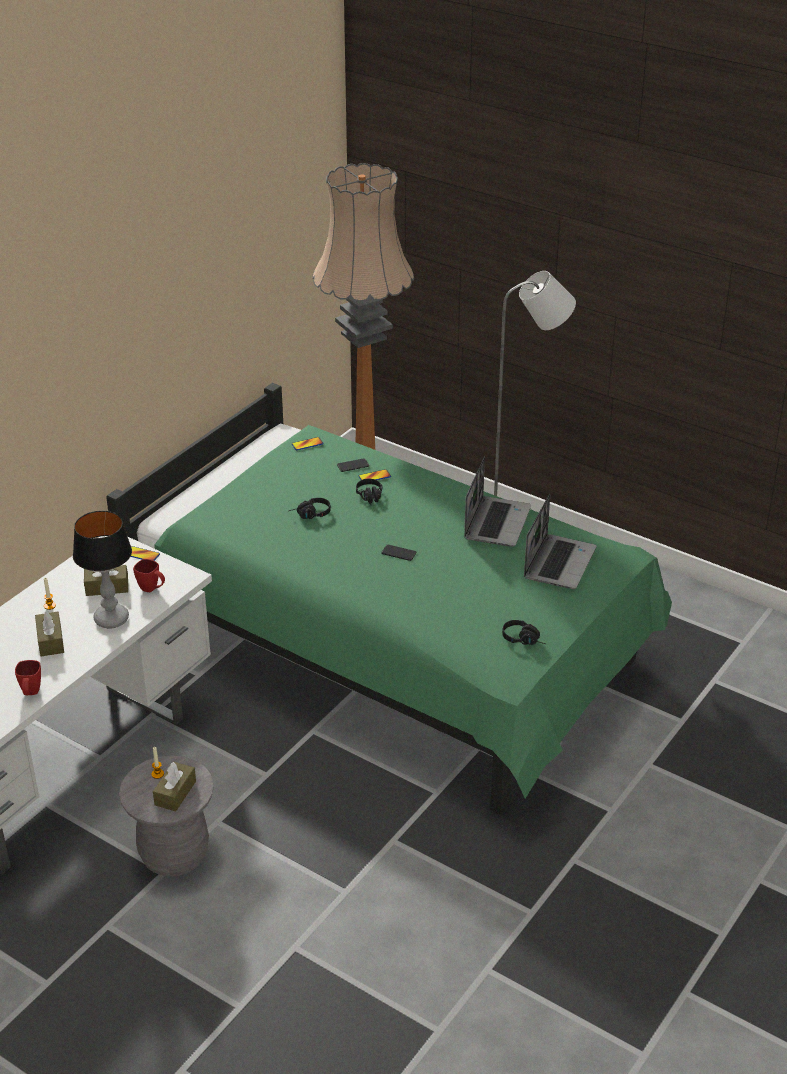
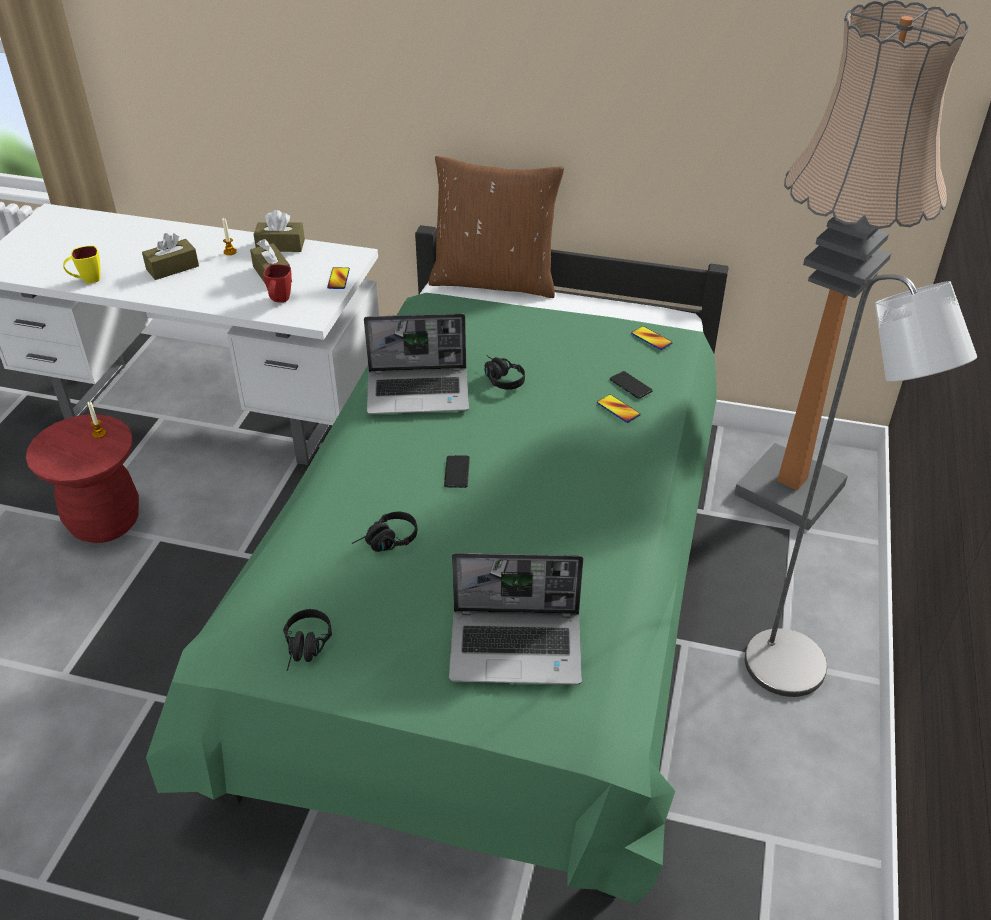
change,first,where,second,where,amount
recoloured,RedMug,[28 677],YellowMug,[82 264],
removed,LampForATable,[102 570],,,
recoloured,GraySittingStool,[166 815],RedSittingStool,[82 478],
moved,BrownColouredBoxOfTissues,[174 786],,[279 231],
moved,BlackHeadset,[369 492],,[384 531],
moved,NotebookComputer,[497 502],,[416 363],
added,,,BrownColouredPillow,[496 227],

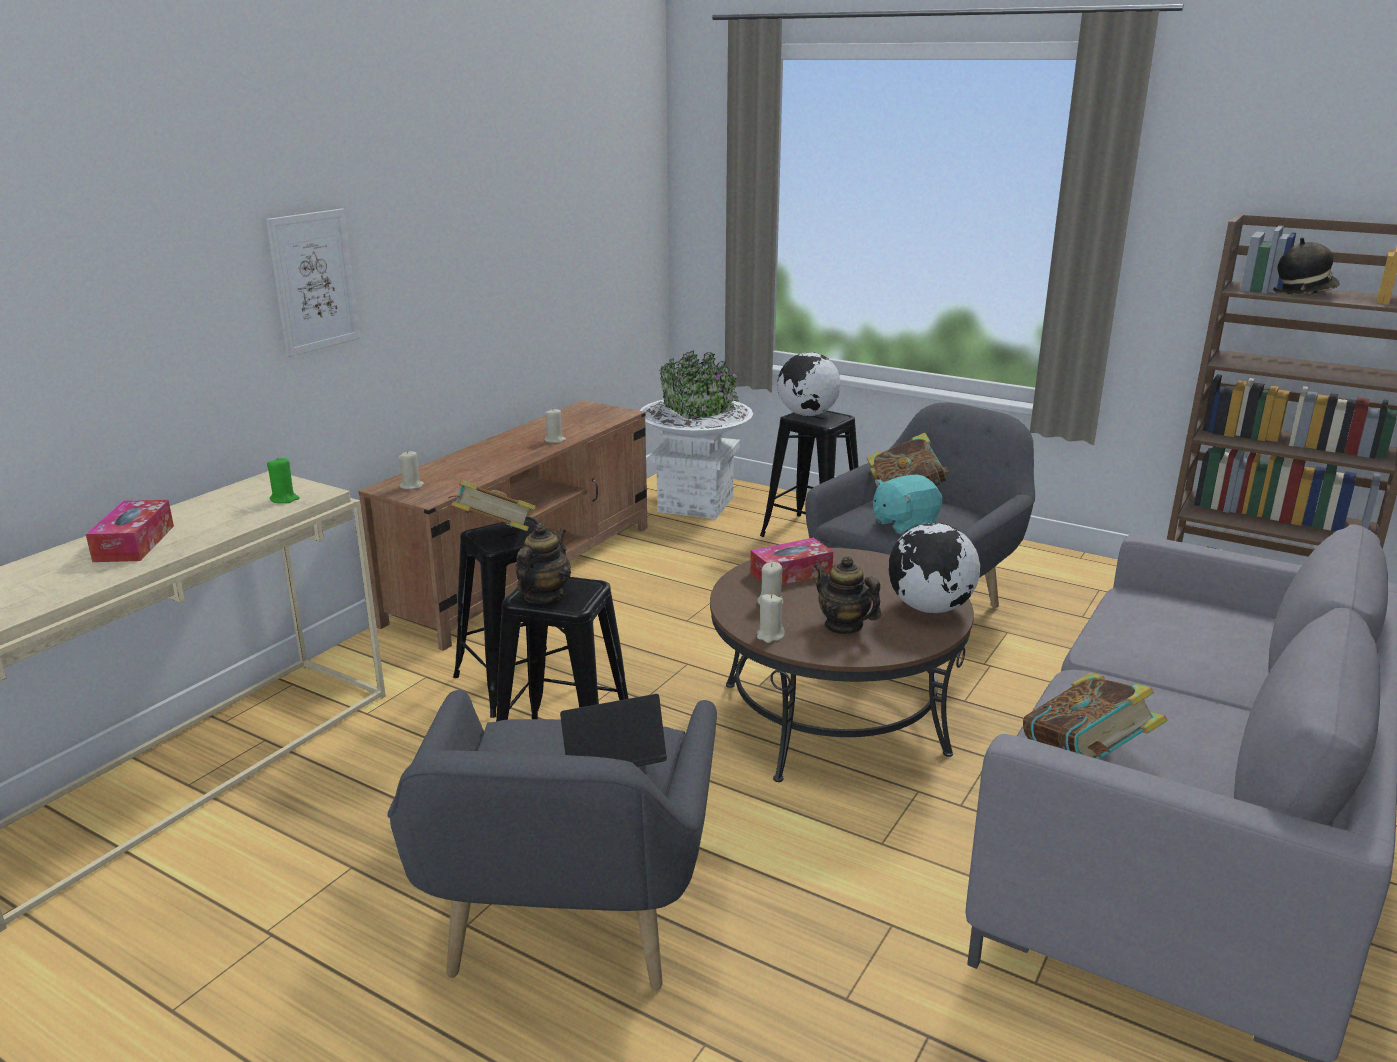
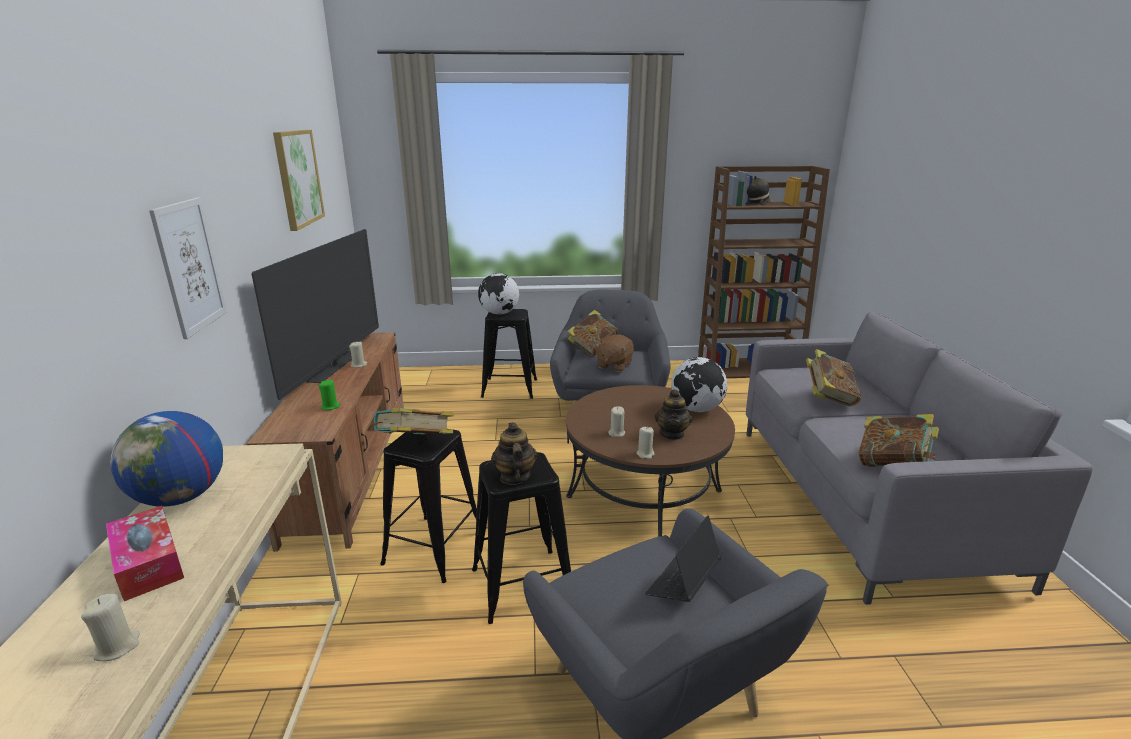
change,first,where,second,where,amount
moved,GreenColouredWaxCandle,[283 480],,[329 395],
moved,BeigeColouredWaxCandle,[411 470],,[110 627],
removed,WhitishPlanter,[696 434],,,
removed,BoxOfTissues,[791 561],,,
turned,TeaPot,[847 595],,[673 415],90 degrees counterclockwise
recoloured,TurquoiseSoftToy,[908 504],BrownColouredSoftToy,[614 353],
added,,,DeskGlobe,[166 459],
added,,,Tv,[315 314],
added,,,WallPicture,[299 180],
added,,,Book,[833 377],

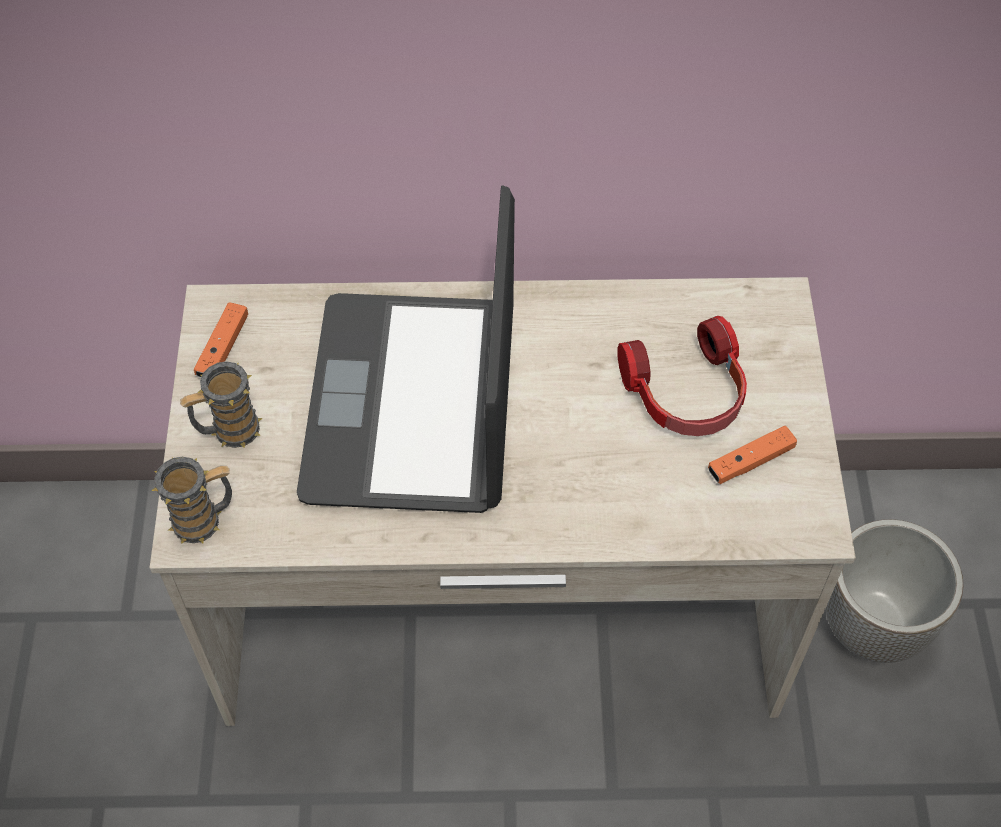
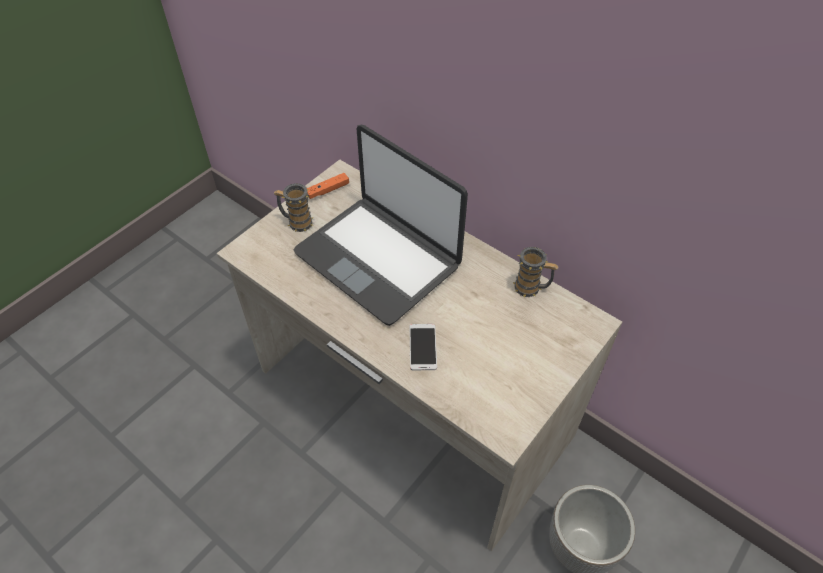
change,first,where,second,where,amount
moved,Mug,[192 500],,[535 272],
turned,NotebookComputer,[406 349],,[380 225],90 degrees counterclockwise
removed,Headset,[682 376],,,
removed,OrangeColouredGameController,[752 455],,,
added,,,Phone,[423 347],

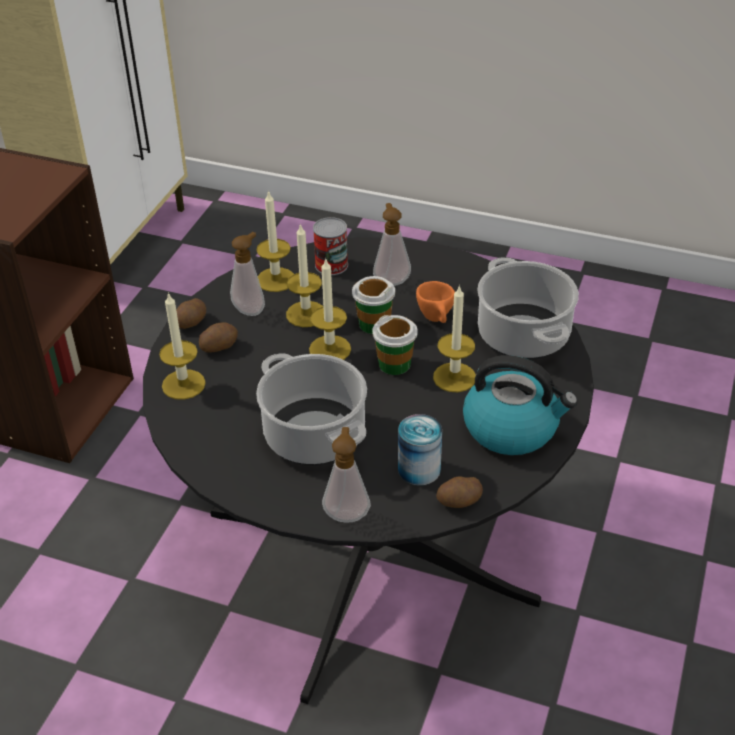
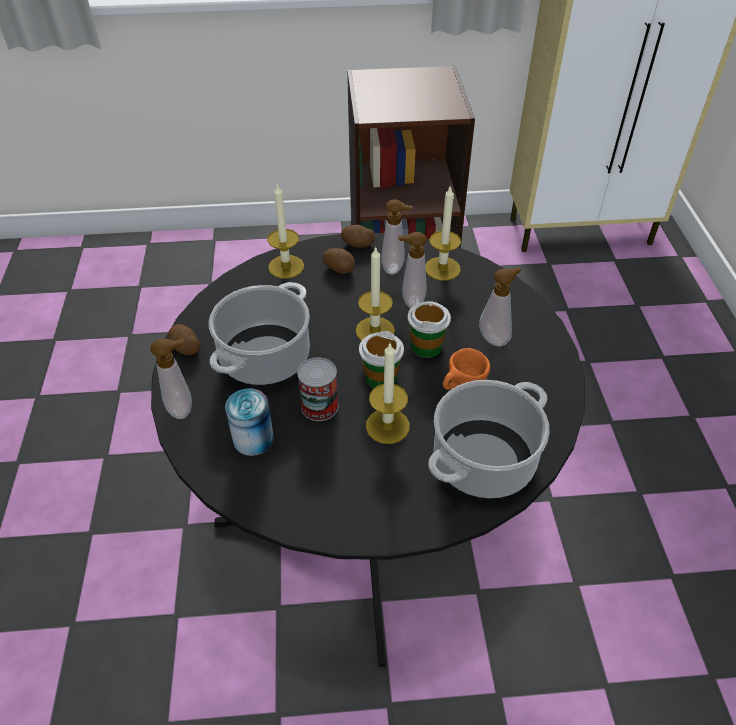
change,first,where,second,where,amount
replaced,WaxCandle,[304 275],SoapBottle,[412 270],
moved,MetalCan,[330 246],,[318 389],
moved,Spud,[459 492],,[184 339],
removed,WaterKettle,[520 405],,,

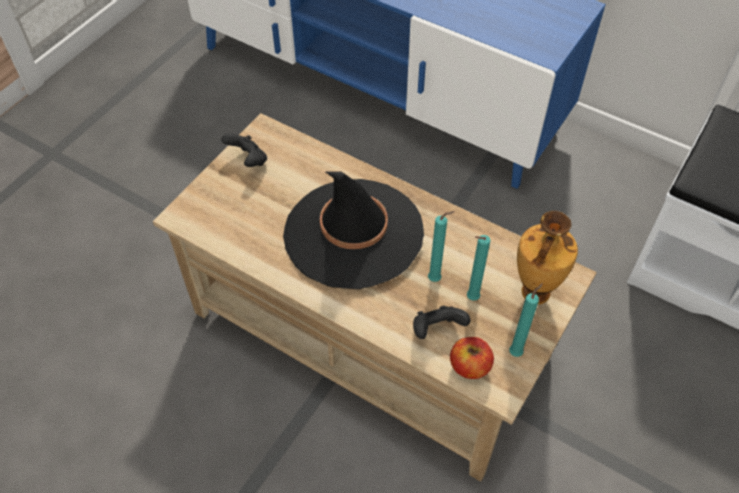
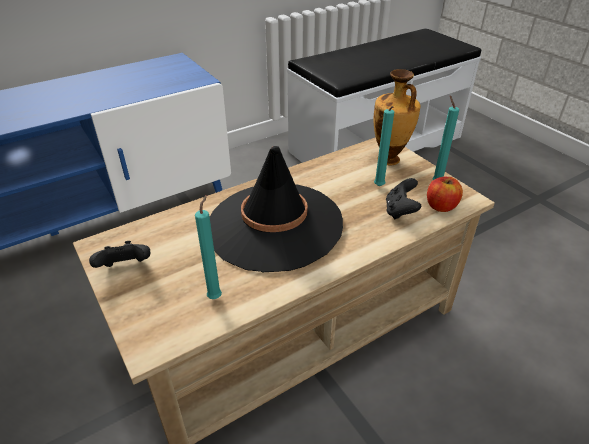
change,first,where,second,where,amount
moved,TurquoiseWaxCandle,[441 246],,[208 247],

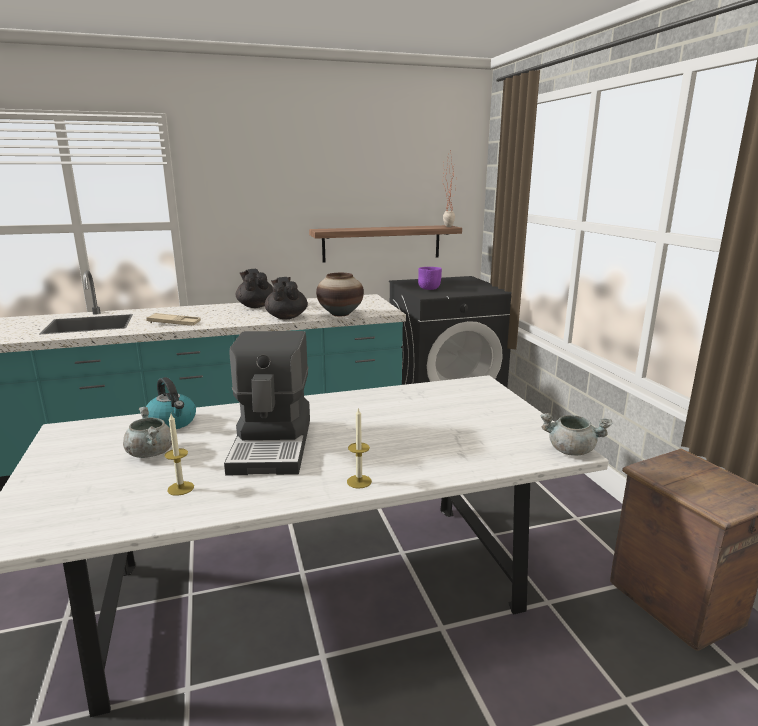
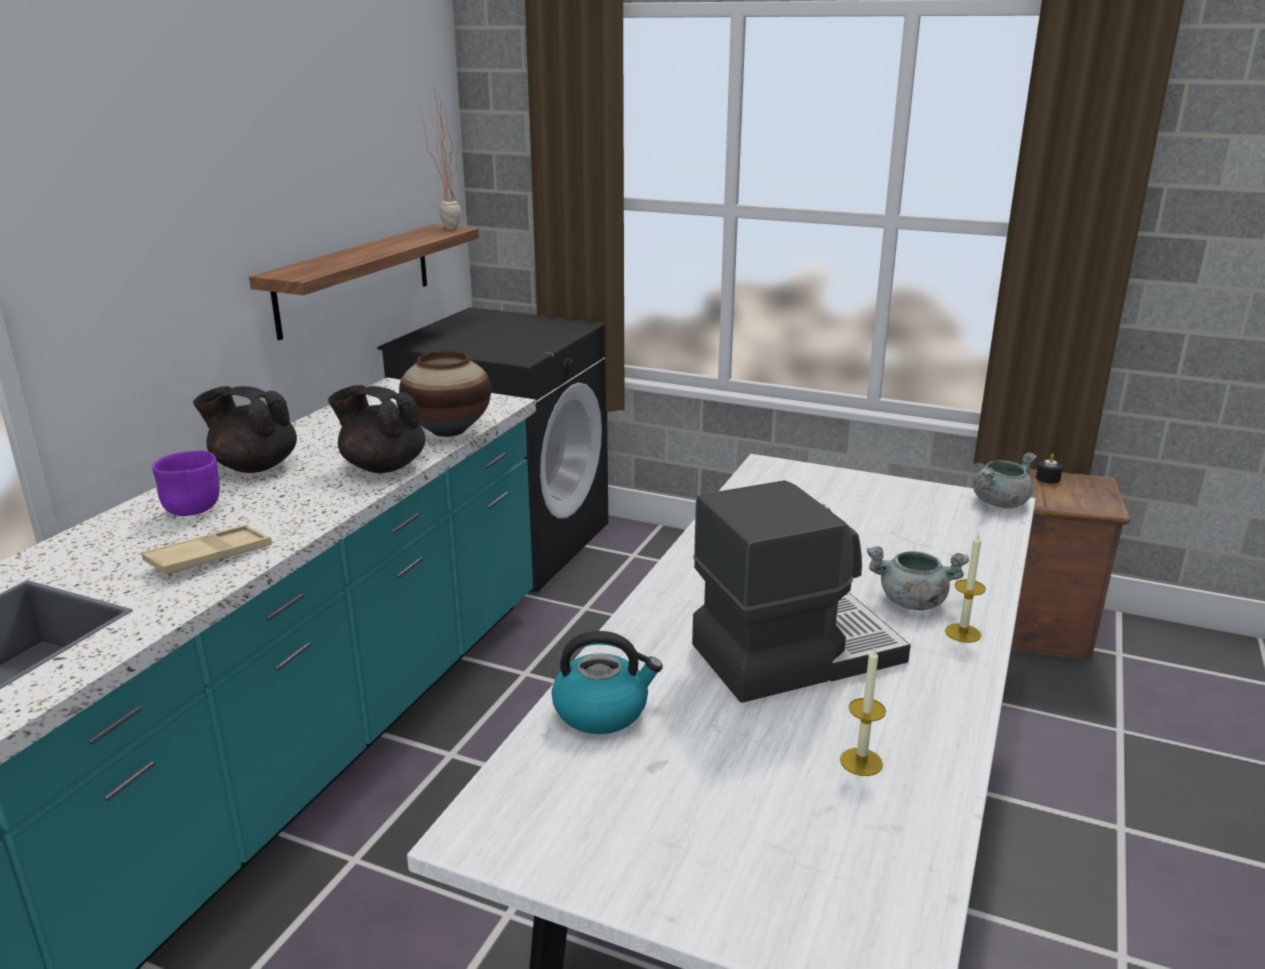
change,first,where,second,where,amount
moved,GrayCookingPot,[147 432],,[918 578],
turned,CoffeeBrewer,[267 403],,[801 591],60 degrees counterclockwise
moved,PurplishDeepDish,[430 278],,[186 483],
added,,,BlackWaxCandle,[1049 468],

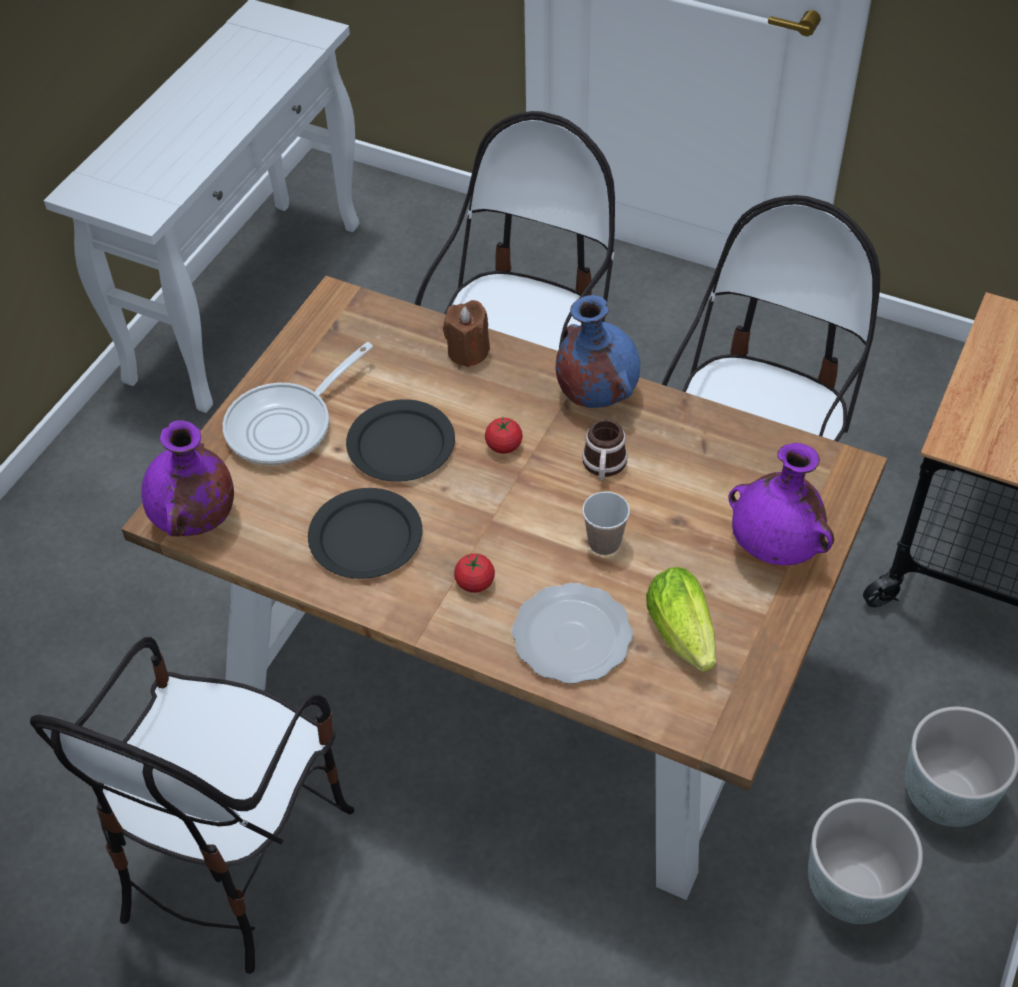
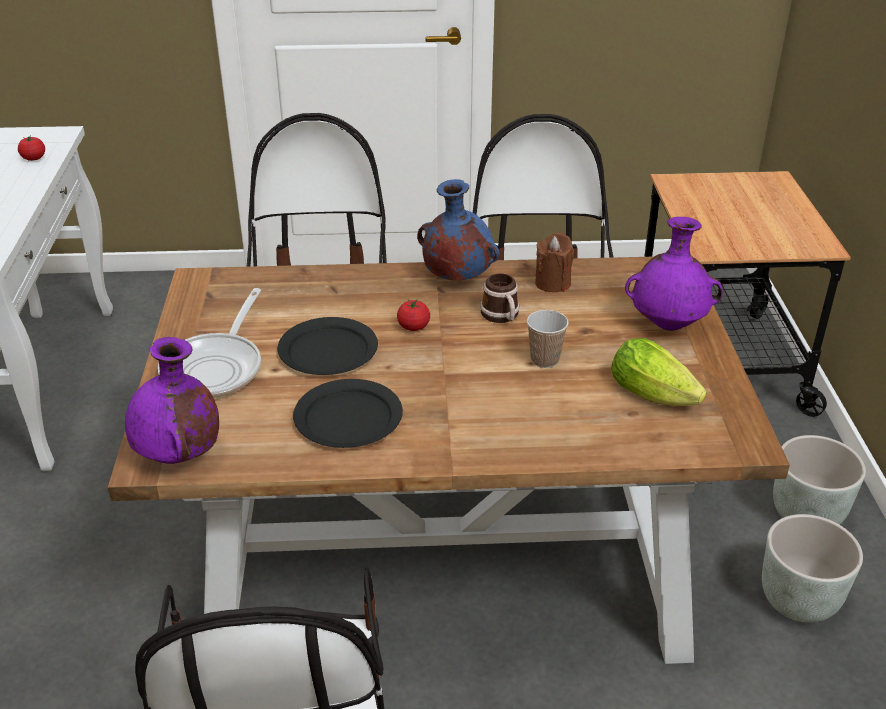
change,first,where,second,where,amount
moved,BrownColouredWaxCandle,[466 333],,[554 262],
moved,FreshTomato,[474 573],,[31 148],
removed,FlatDish,[572 633],,,

